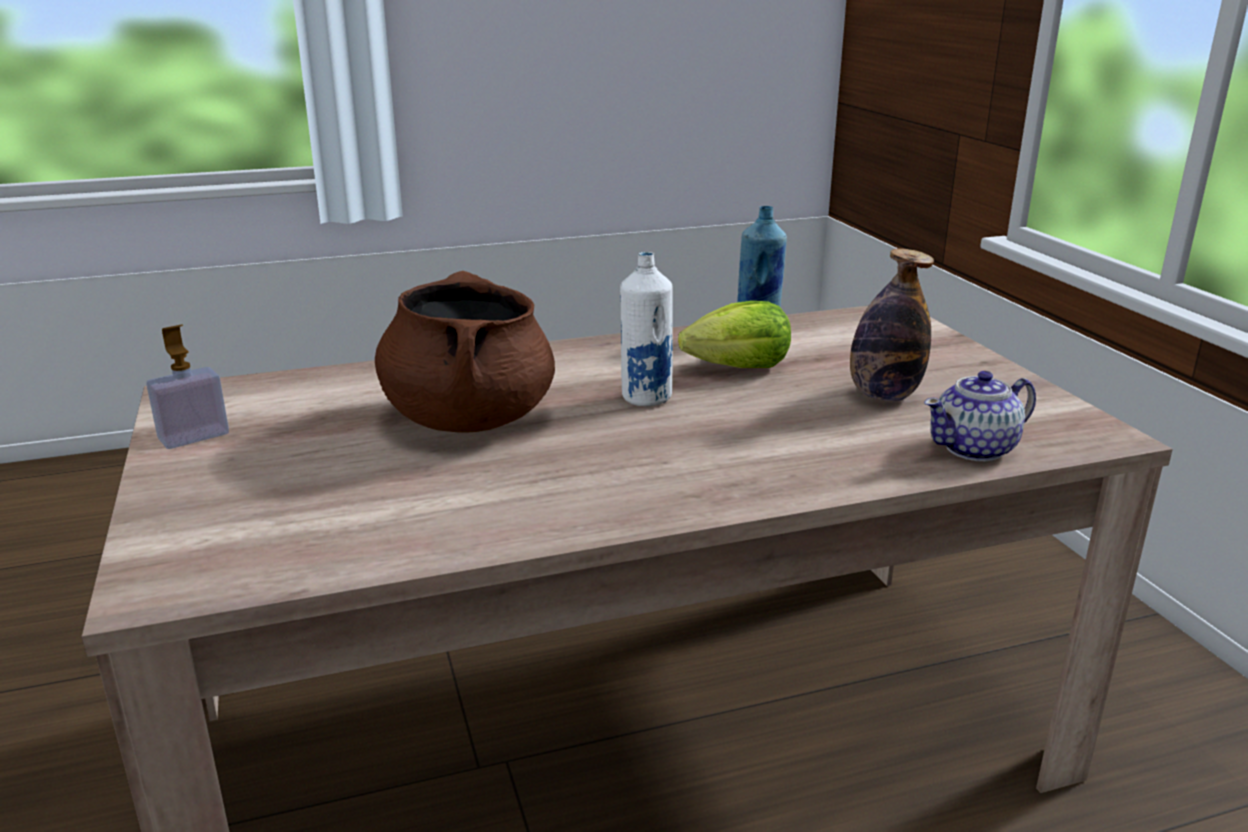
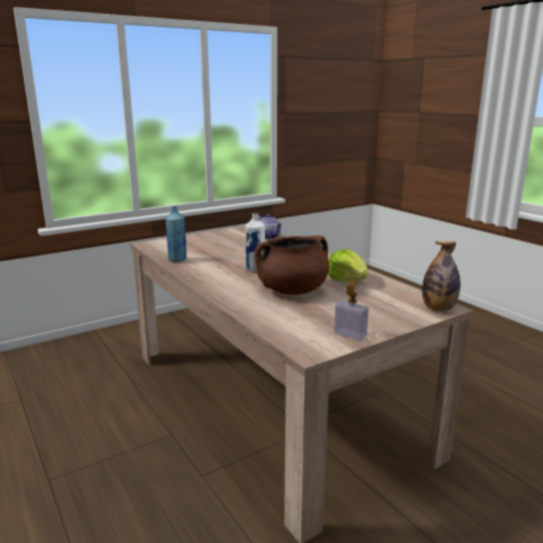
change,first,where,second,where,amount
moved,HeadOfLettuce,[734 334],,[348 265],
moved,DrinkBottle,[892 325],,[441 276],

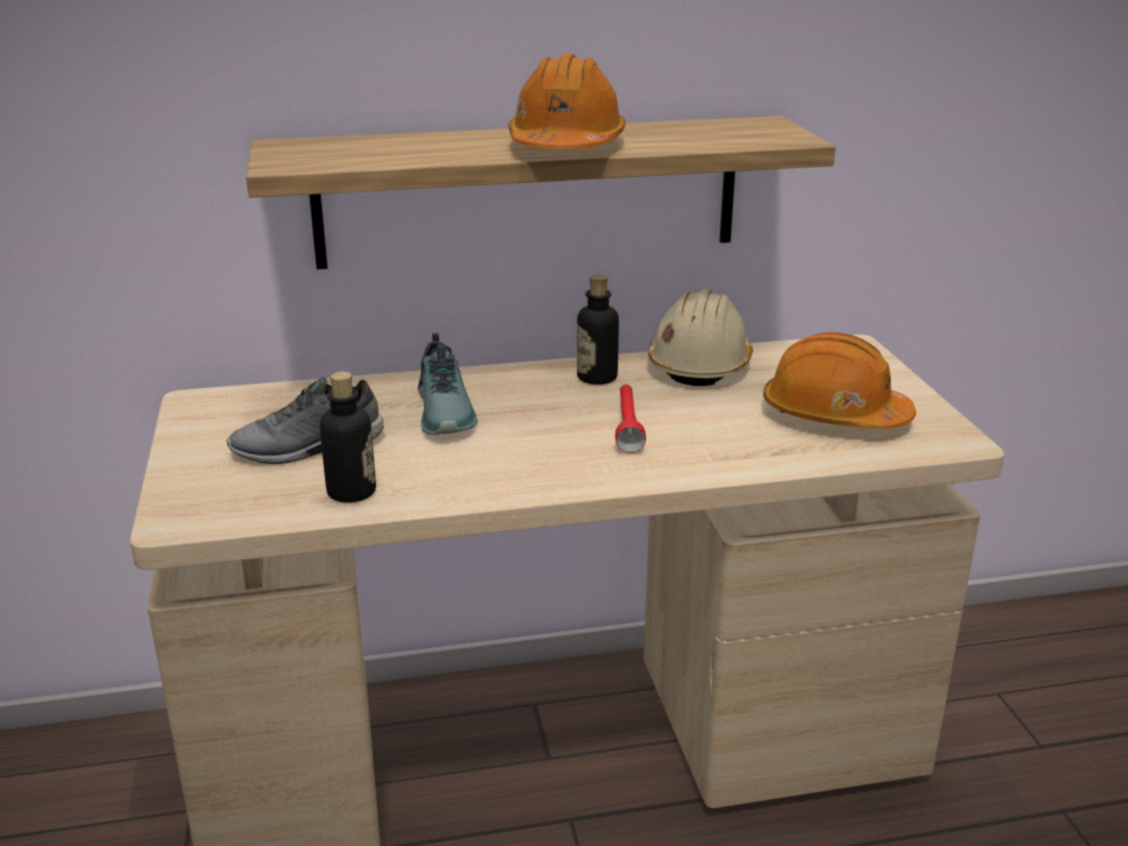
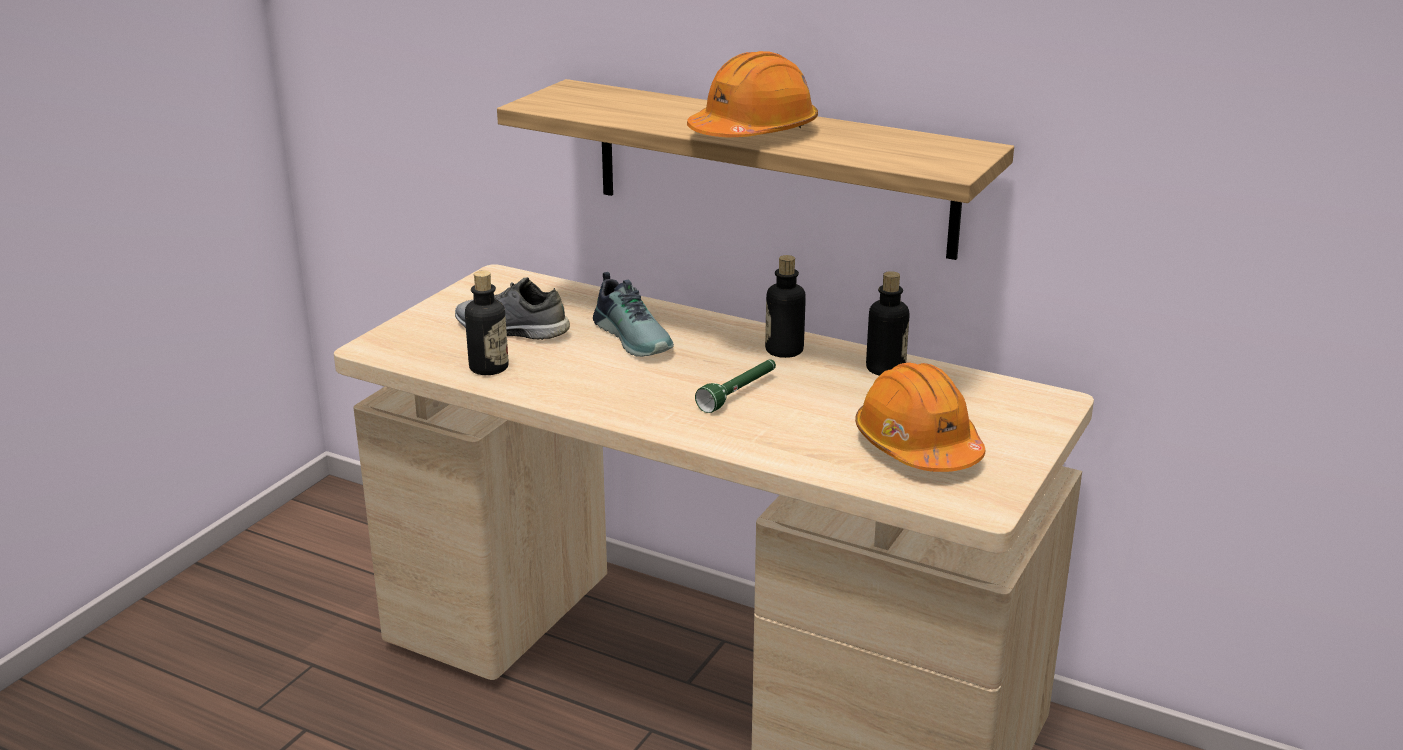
change,first,where,second,where,amount
turned,Shoe,[448 384],,[633 314],60 degrees counterclockwise
recoloured,RedHandTorch,[630 418],GreenColouredHandTorch,[735 386],
replaced,BeigeColouredHardHat,[700 337],DrinkBottle,[887 323],

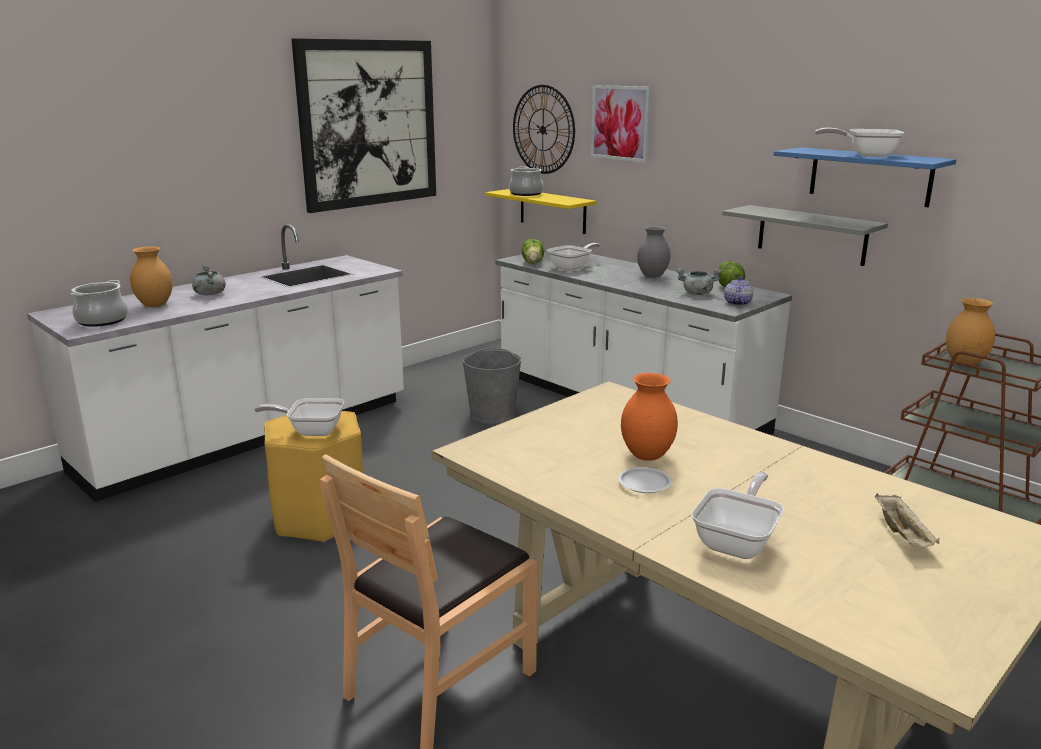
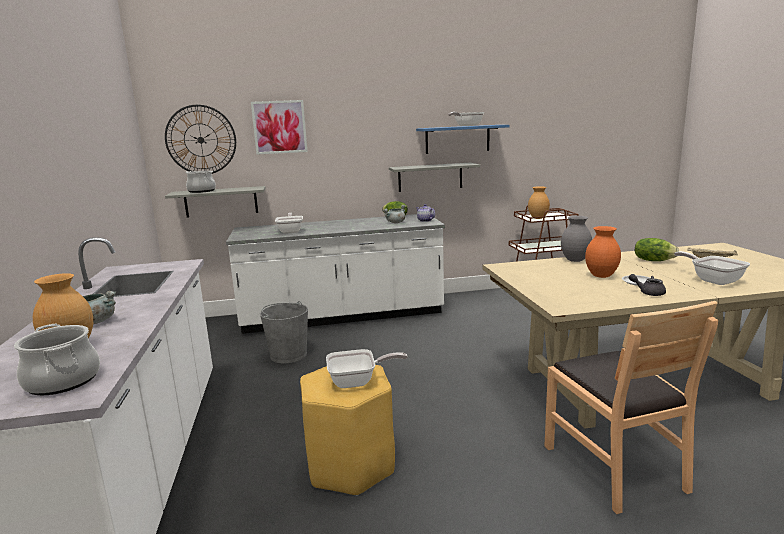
change,first,where,second,where,amount
turned,FryingPan,[299 417],,[367 368],135 degrees counterclockwise
removed,WallPicture,[363 125],,,
recoloured,YellowBracketShelf,[540 211],GrayBracketShelf,[215 202],
moved,HeadOfLettuce,[533 251],,[657 249],
moved,GrayFlowerVase,[654 252],,[576 239],
added,,,GrayTeaPot,[647 285],

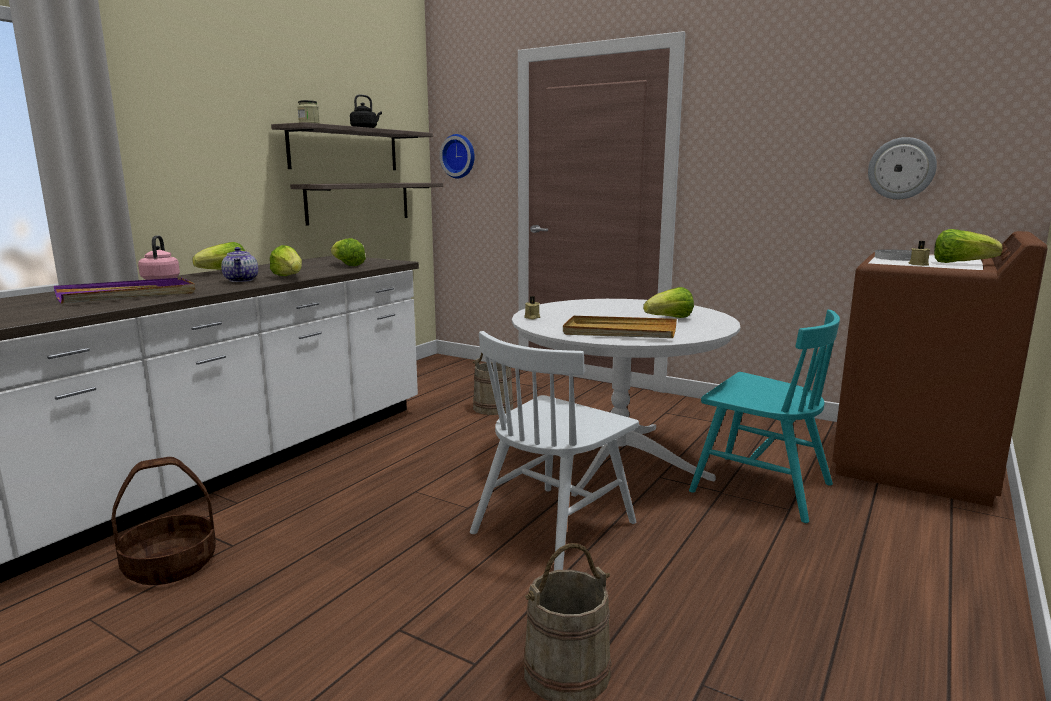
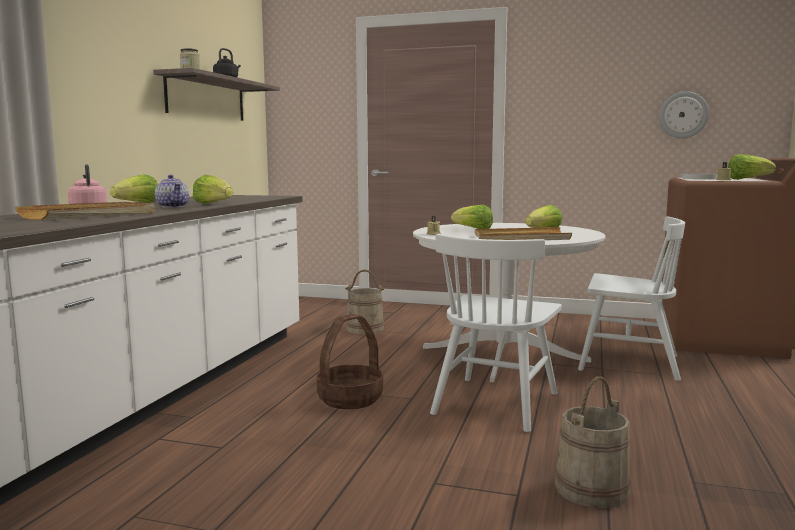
change,first,where,second,where,amount
recoloured,PurplishTray,[124 291],BeigeColouredTray,[85 211],
moved,StorageBasket,[163 521],,[350 361],
removed,BracketShelf,[366 204],,,
moved,HeadOfLettuce,[348 252],,[472 217],
removed,WallClock,[457 156],,,
recoloured,TurquoiseChair,[764 416],WhitishChair,[631 298],

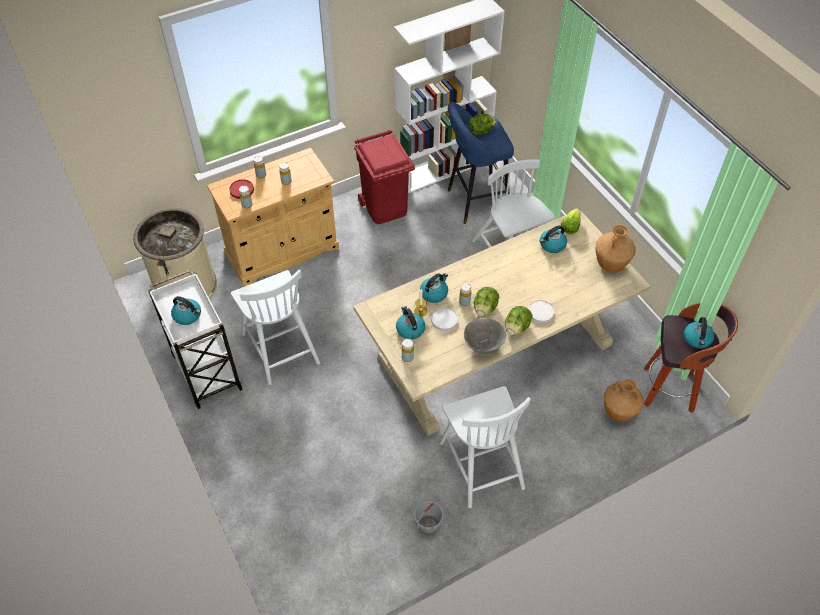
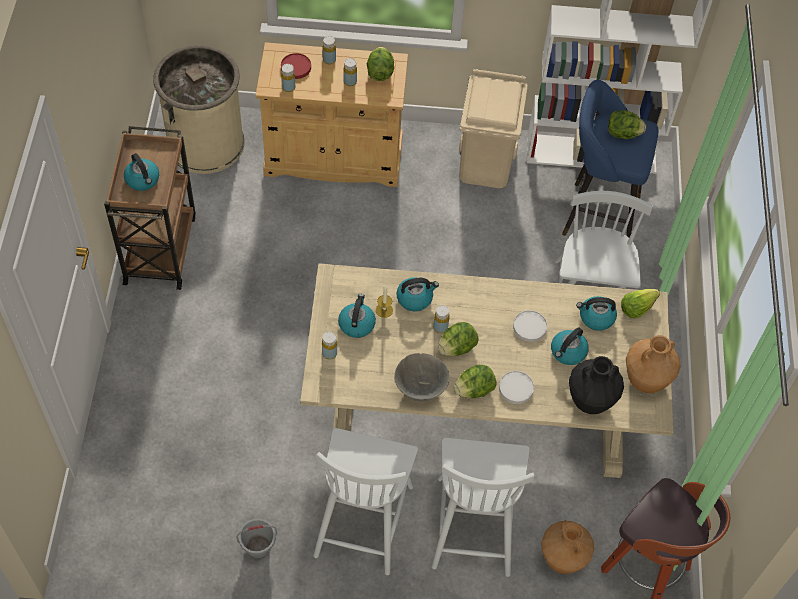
change,first,where,second,where,amount
recoloured,WhitishTrolley,[195 339],BrownColouredTrolley,[150 208],
moved,WhitishChair,[275 327],,[483 507],
recoloured,RedWasteBin,[384 177],BeigeColouredWasteBin,[493 128],
moved,WhitishFlatDish,[445 319],,[530 326],
moved,WaterKettle,[699 332],,[570 346],
added,,,HeadOfLettuce,[380 64],
added,,,BlackFlowerVase,[596 385],

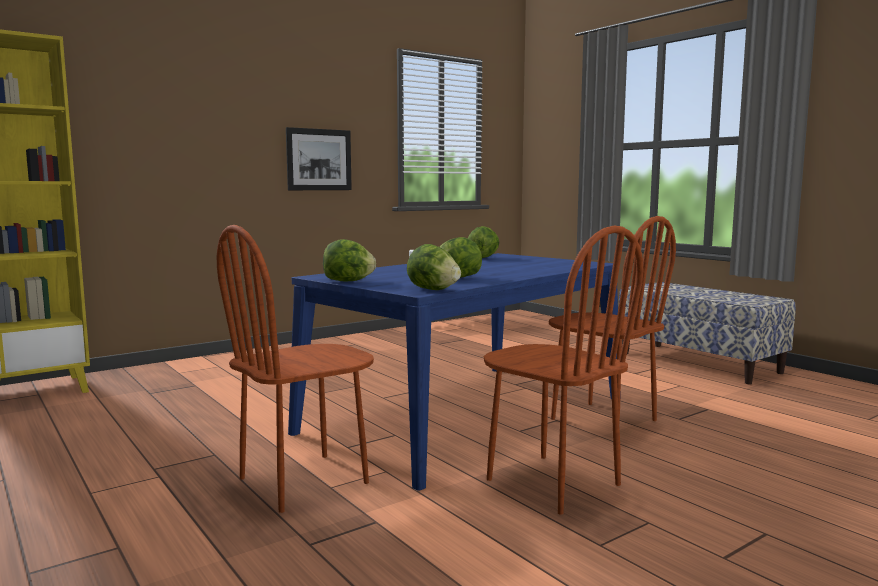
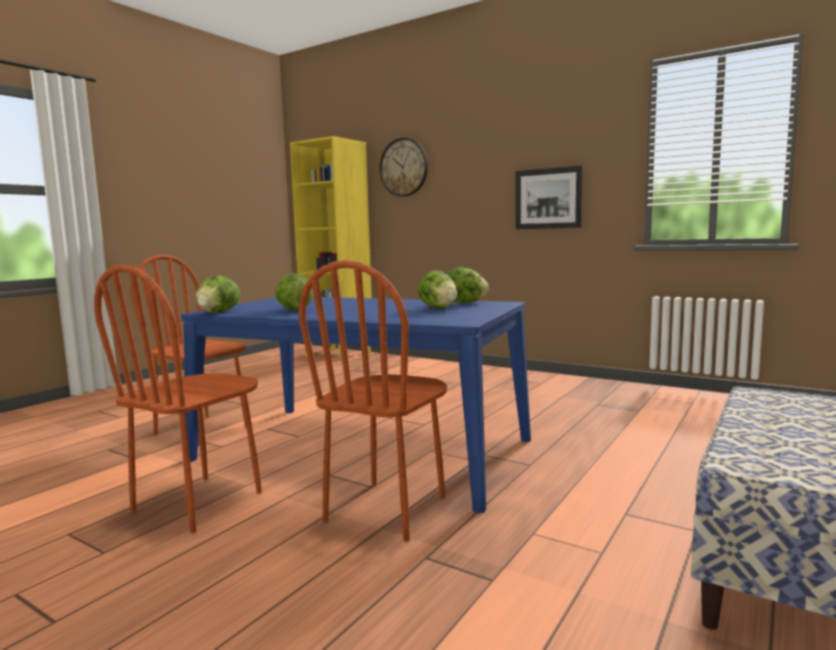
change,first,where,second,where,amount
moved,HeadOfLettuce,[349 260],,[437 289],
added,,,WallClock,[404 167],

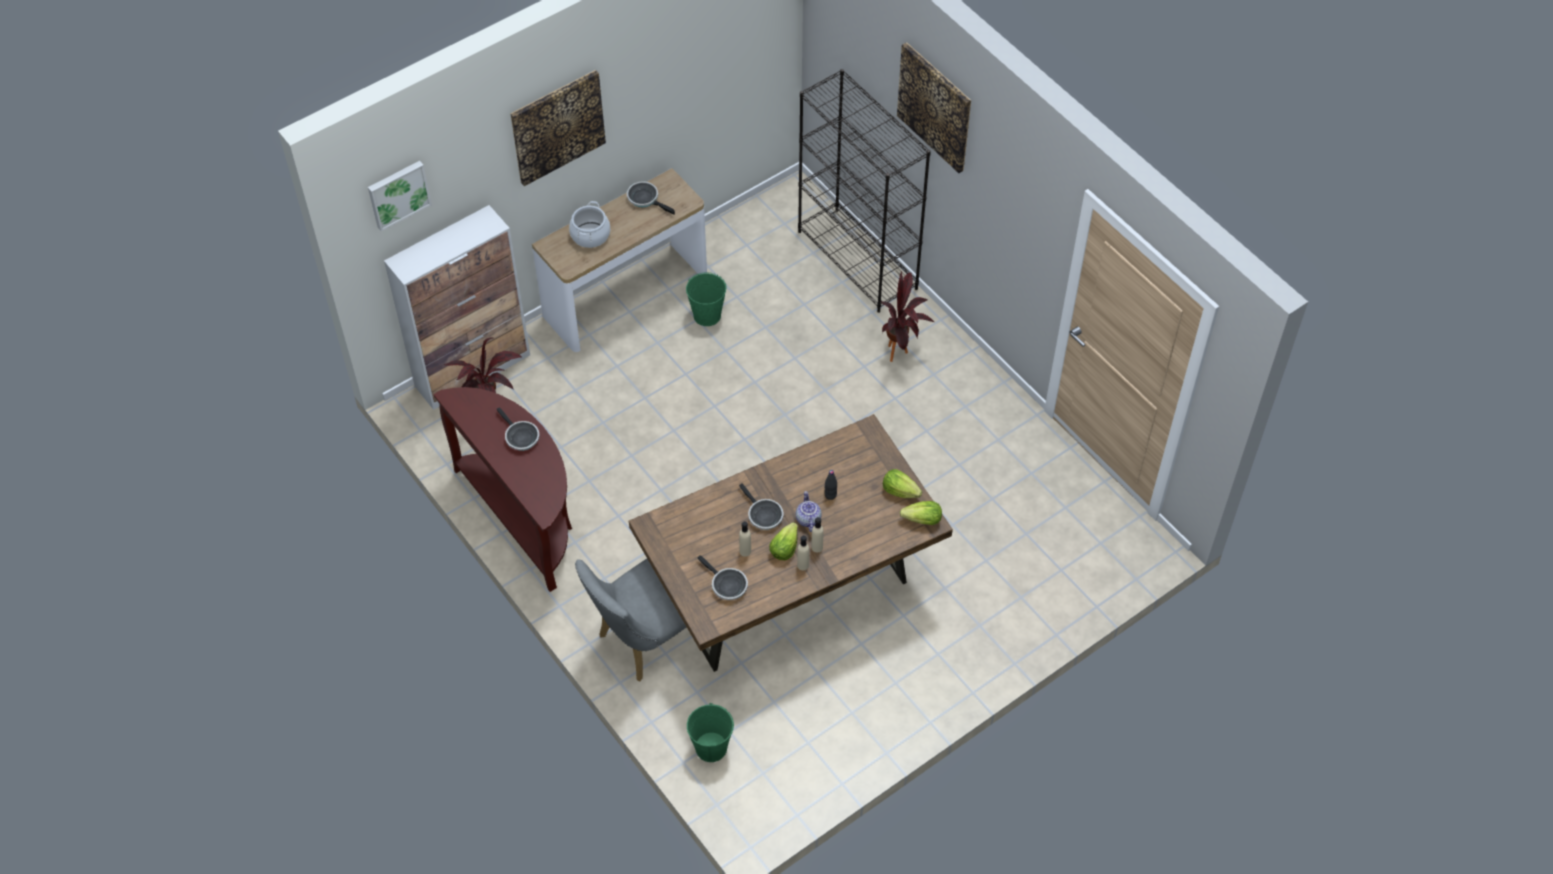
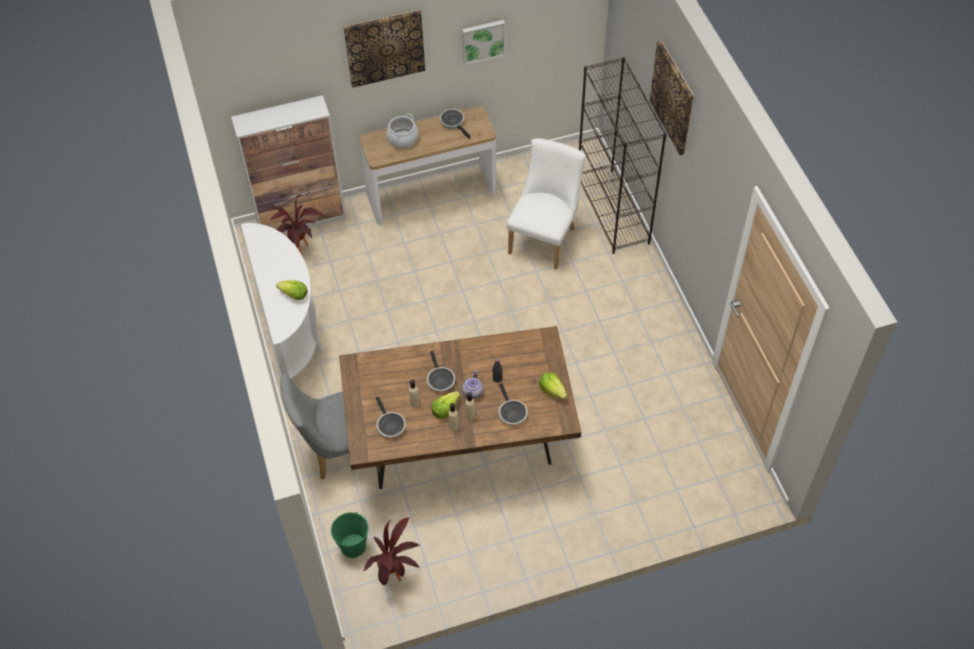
change,first,where,second,where,amount
moved,WallPicture,[400 196],,[483 42],
recoloured,BrownColouredHallTable,[502 489],WhitishHallTable,[282 301],
moved,FryingPan,[518 429],,[513 404],
removed,GreenColouredWaterBucket,[706 299],,,
moved,PottedPlant,[908 317],,[392 551],
moved,HeadOfLettuce,[921 513],,[292 290],
added,,,WhitishChair,[546 204],

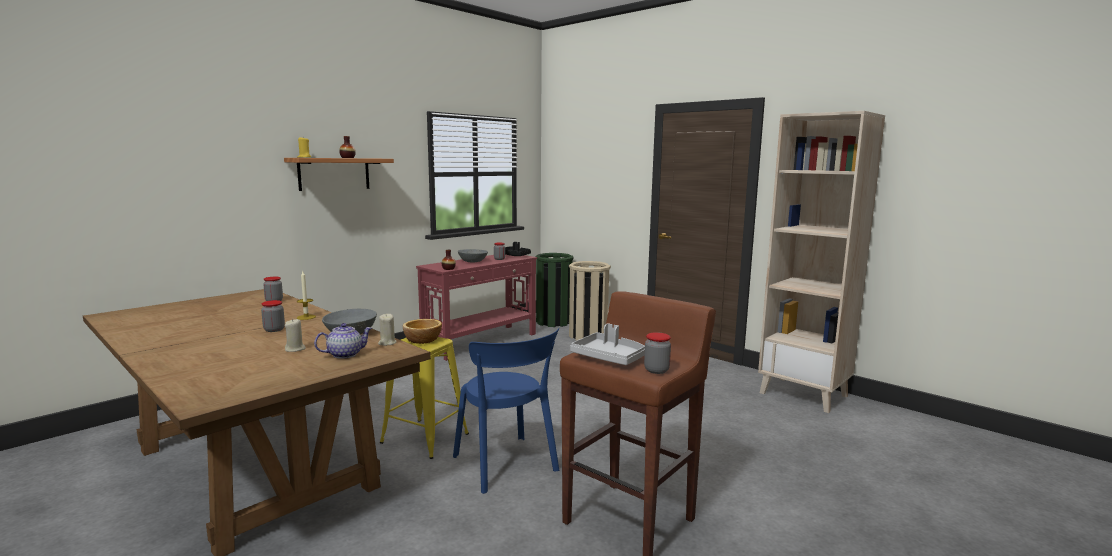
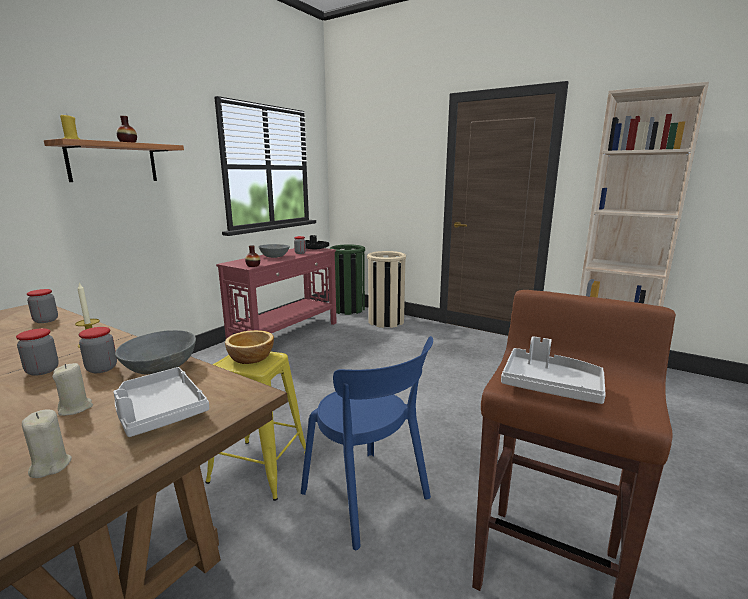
change,first,where,second,where,amount
replaced,TeaPot,[343 341],GrayTray,[161 402],
moved,BeigeColouredWaxCandle,[387 330],,[47 443],
moved,PreserveJar,[657 353],,[98 350],

